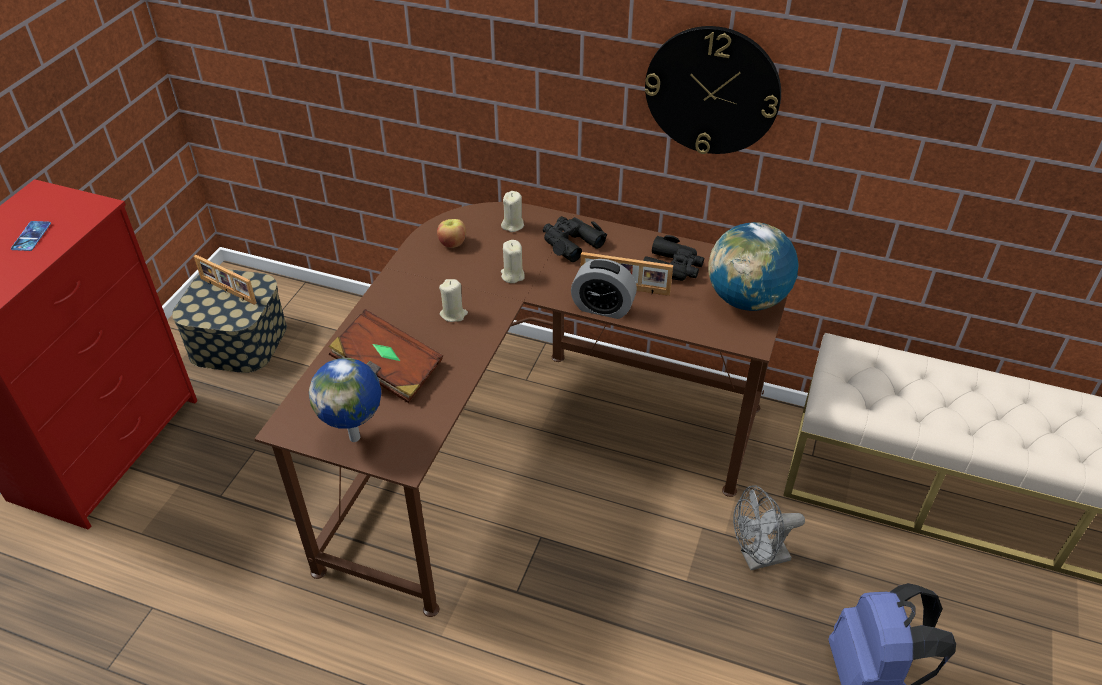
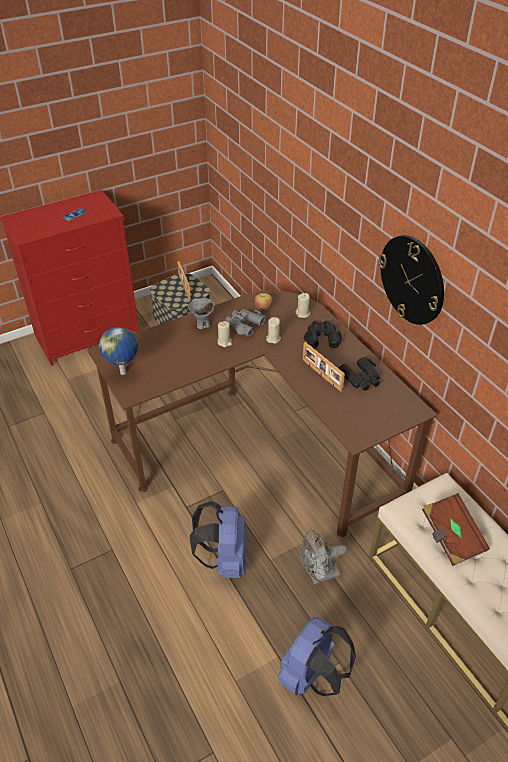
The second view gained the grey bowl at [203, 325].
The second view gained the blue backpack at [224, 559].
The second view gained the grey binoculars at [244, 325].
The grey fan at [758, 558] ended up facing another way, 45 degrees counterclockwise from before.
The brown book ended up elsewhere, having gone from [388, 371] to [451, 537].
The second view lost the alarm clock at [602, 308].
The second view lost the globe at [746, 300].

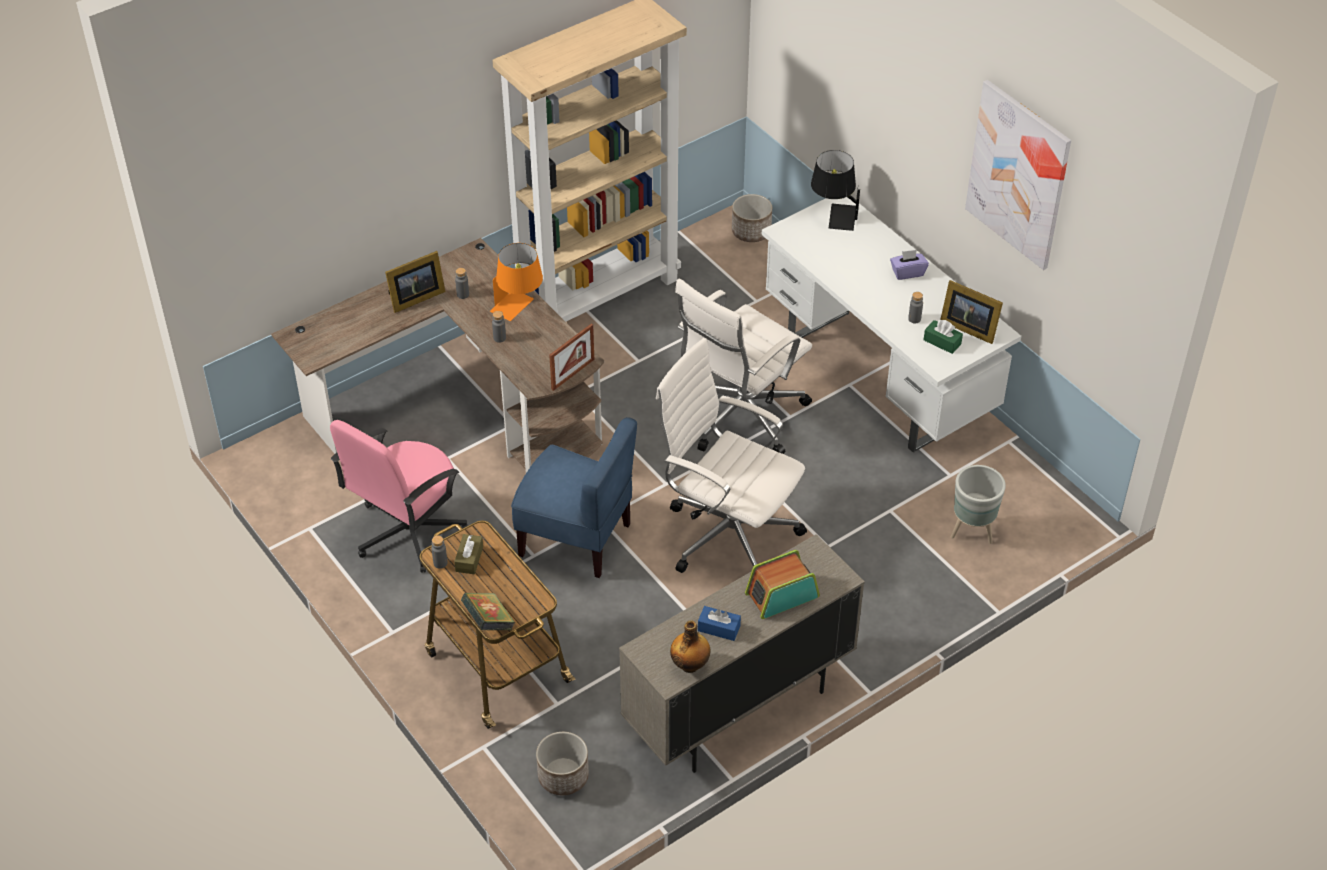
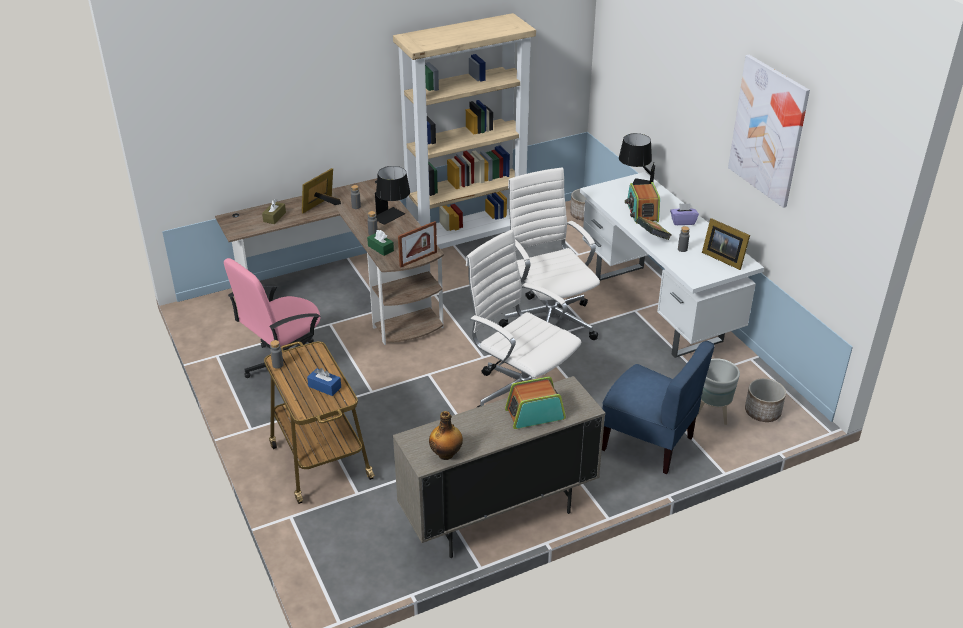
The brown tissue box ended up elsewhere, having gone from [469, 559] to [274, 217].
The picture frame at [414, 298] ended up facing another way, 150 degrees clockwise from before.
The blue tissue box ended up elsewhere, having gone from [719, 628] to [324, 387].
The green tissue box ended up elsewhere, having gone from [942, 342] to [380, 248].
What was the orange table lamp at [519, 308] turned into the black table lamp at [393, 218].
The white office chair at [739, 416] ended up facing another way, 105 degrees clockwise from before.
The blue chair ended up elsewhere, having gone from [576, 539] to [648, 443].
The second view gained the radio at [642, 212].
The book ended up elsewhere, having gone from [489, 622] to [652, 237].
The planter ended up elsewhere, having gone from [563, 776] to [762, 412].

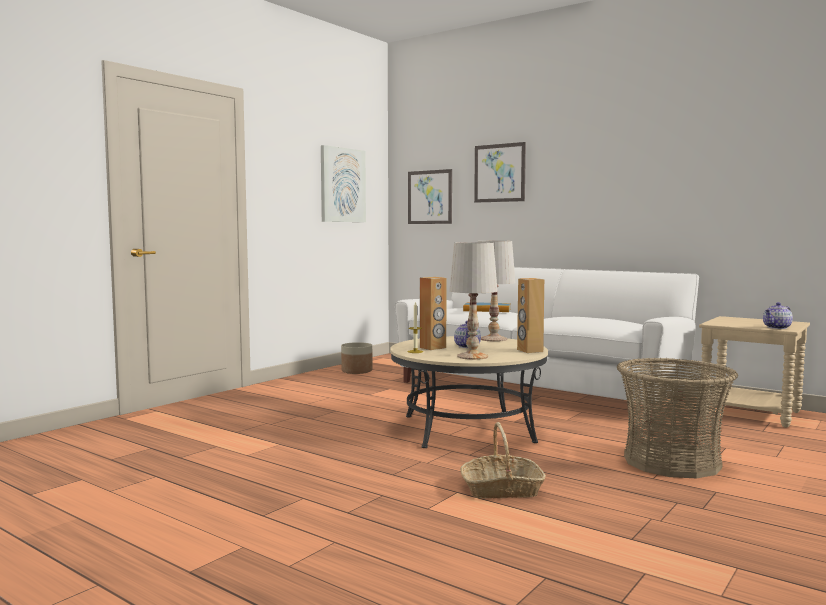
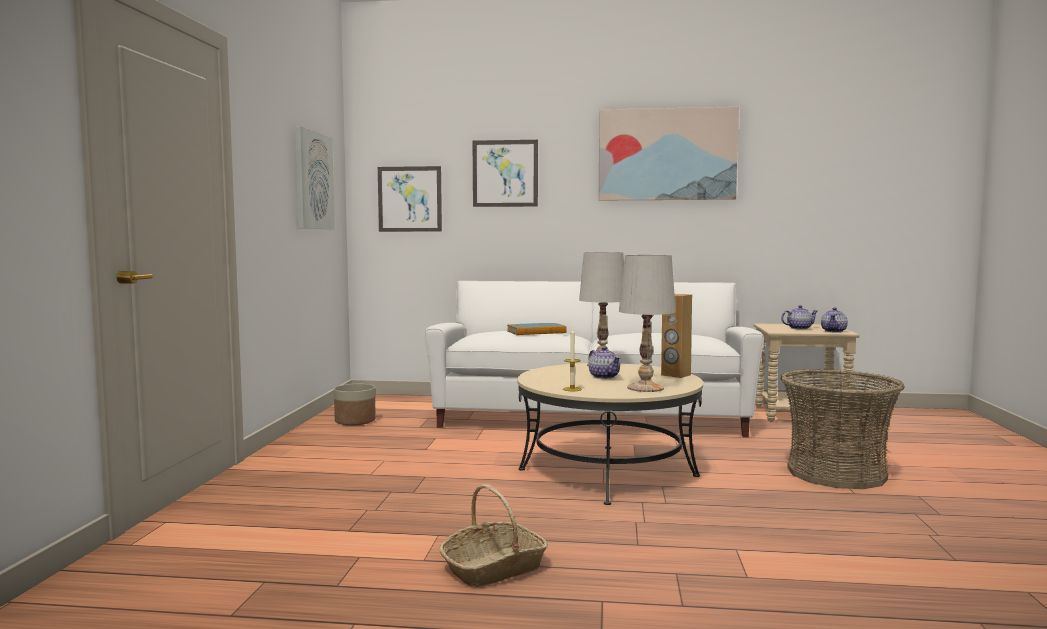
The basket ended up elsewhere, having gone from [501, 489] to [493, 568].
The second view gained the picture at [667, 154].
The second view gained the teapot at [798, 328].
The second view lost the brown speaker at [433, 348].

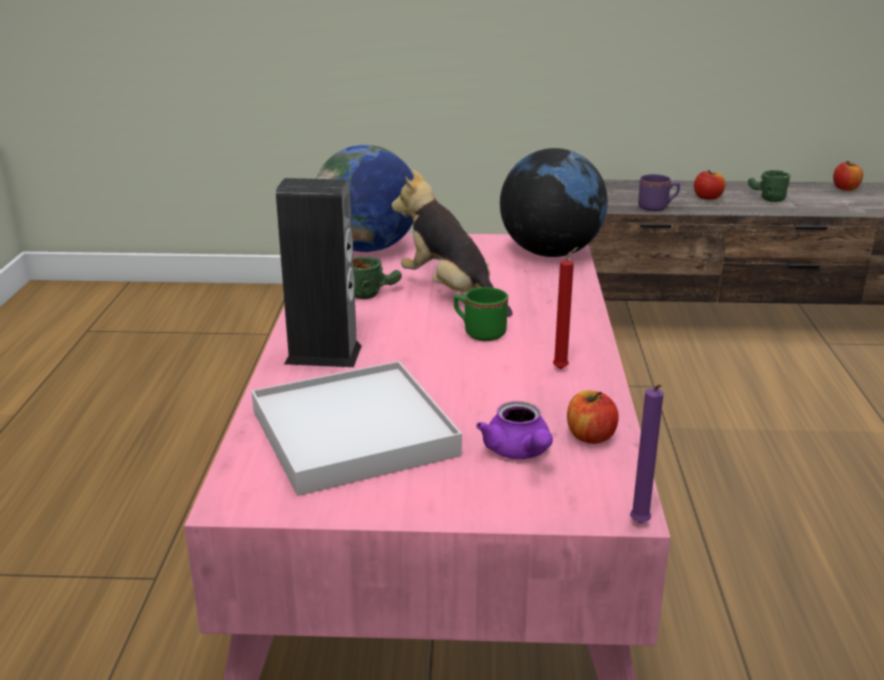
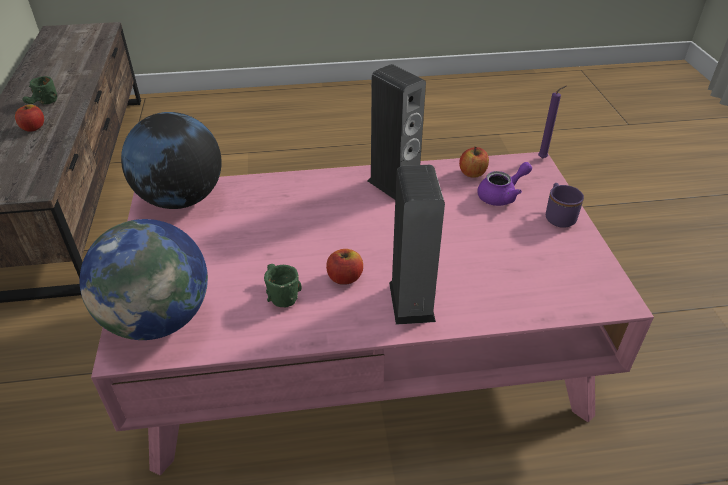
The apple ended up elsewhere, having gone from [845, 188] to [345, 277].
Where the red candle stood at [562, 368], the speaker came to stand at [394, 185].
The purple mug ended up elsewhere, having gone from [657, 207] to [558, 216].
The second view lost the white tray at [354, 433].
The second view lost the plush toy at [450, 292].
The second view lost the green mug at [479, 332].

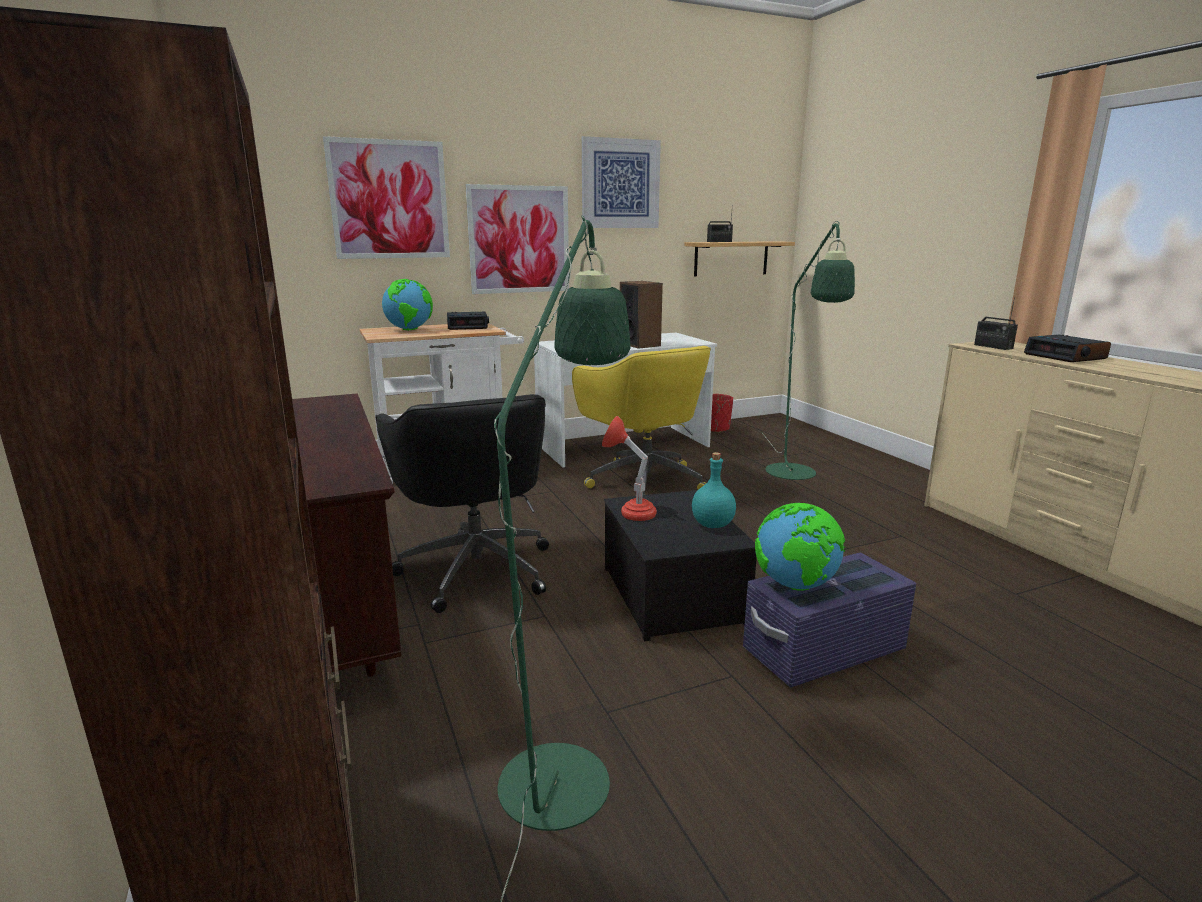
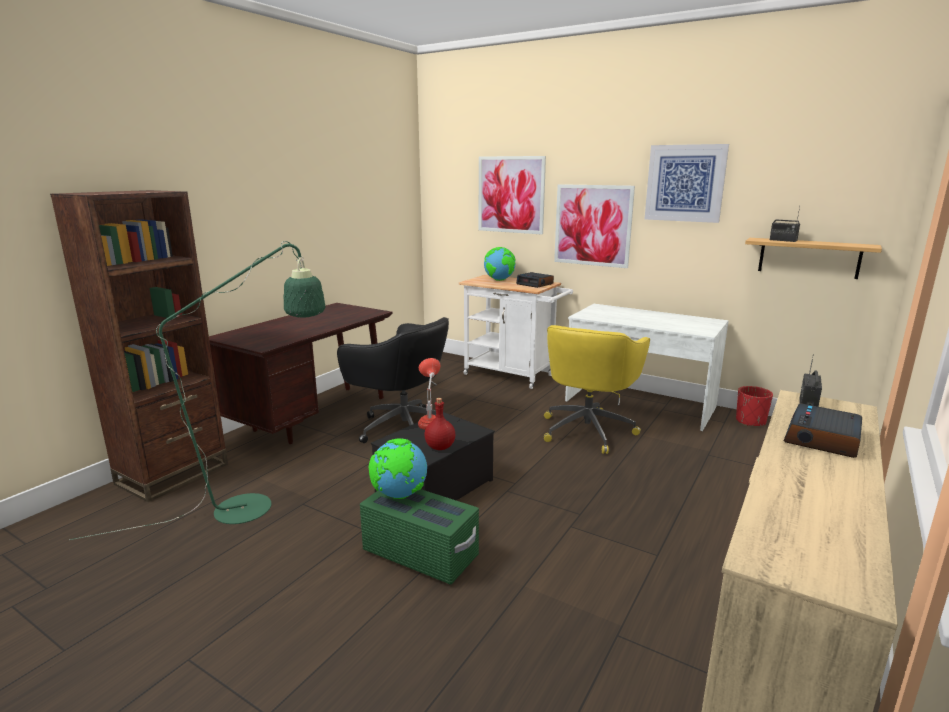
The black office chair at [476, 568] ended up facing another way, 90 degrees counterclockwise from before.
What was the purple storage box at [823, 650] turned into the green storage box at [420, 554].
What was the turquoise bottle at [711, 524] turned into the red bottle at [440, 447].
The second view lost the speaker at [640, 344].
The second view lost the green floor lamp at [794, 476].

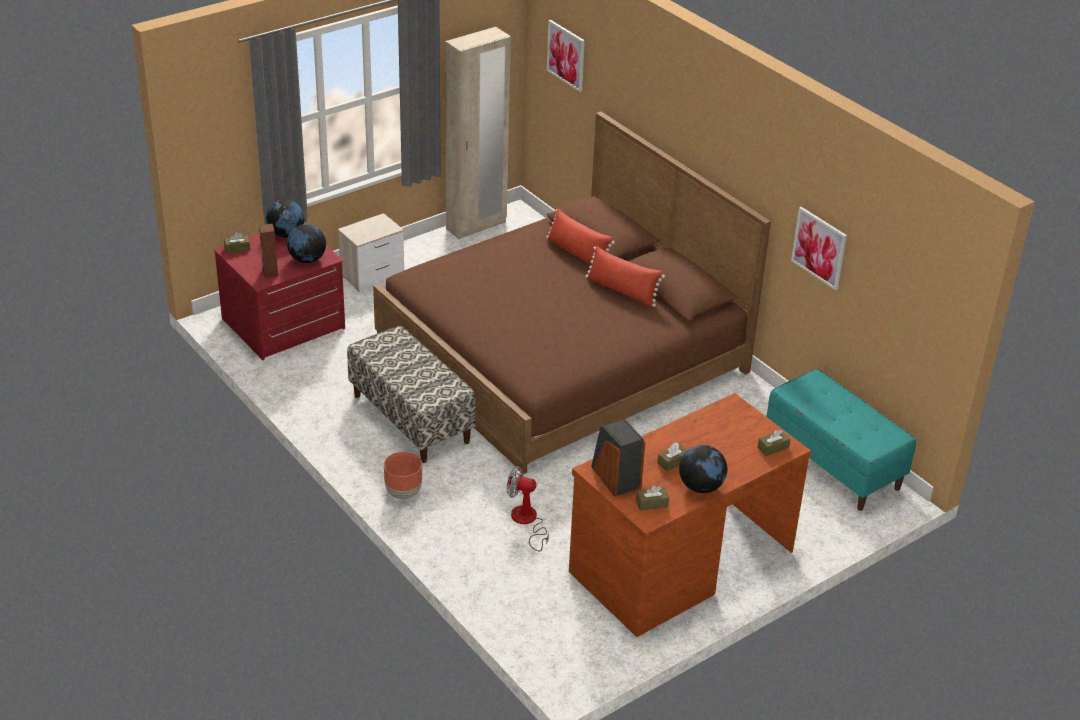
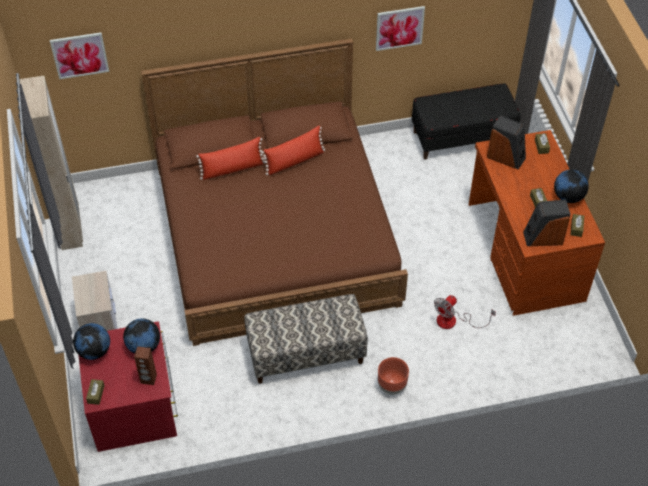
What was the turquoise bench at [833, 464] turned into the black bench at [462, 137].
The second view gained the speaker at [506, 157].

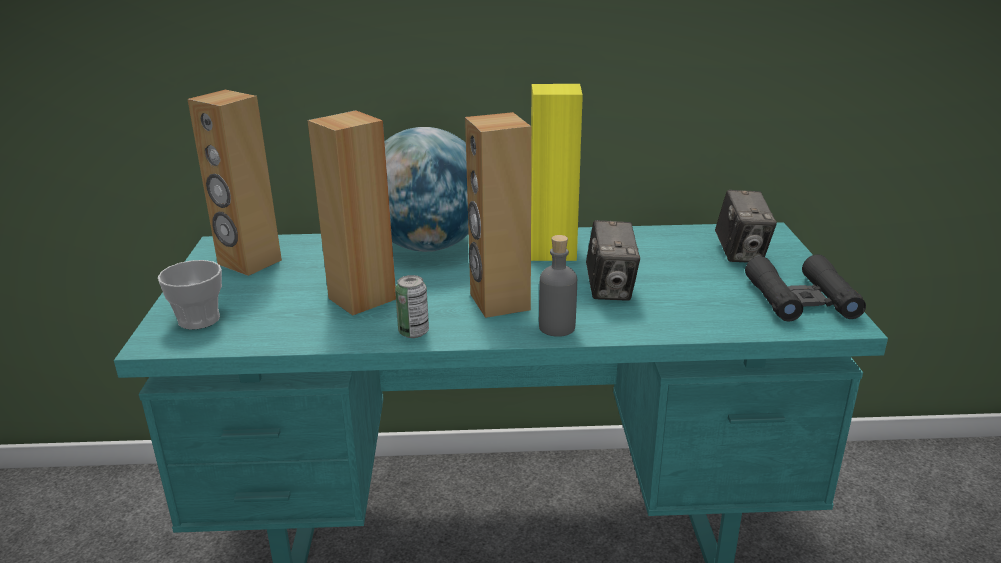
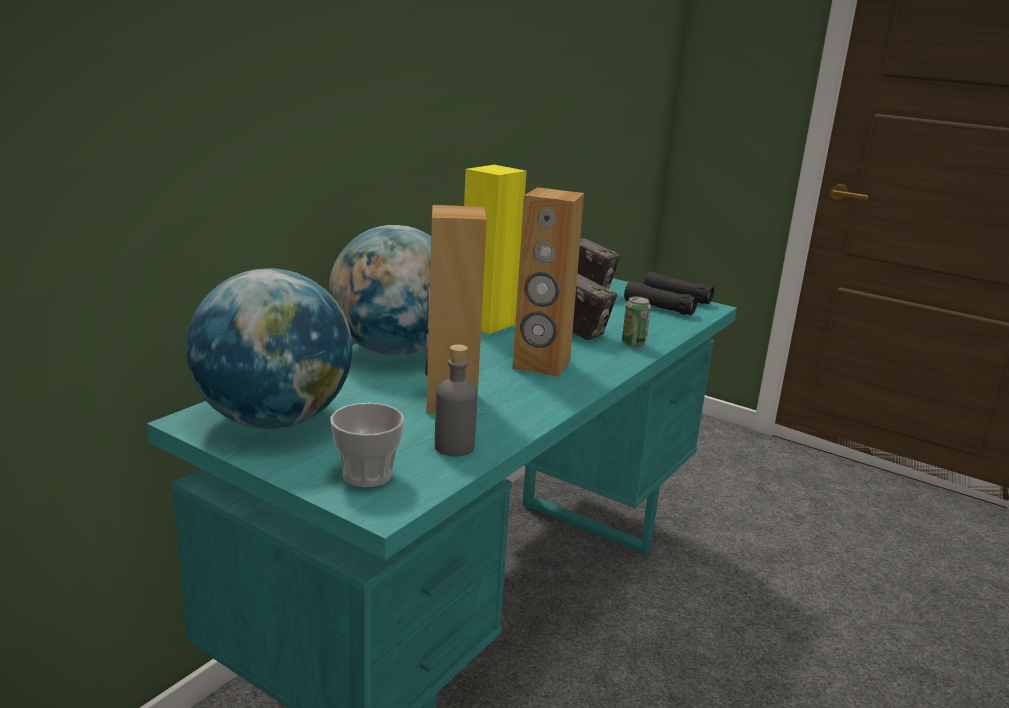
Where the brown speaker stood at [249, 262], the globe came to stand at [275, 420].
The grey bottle ended up elsewhere, having gone from [557, 327] to [454, 447].
The can ended up elsewhere, having gone from [413, 332] to [633, 344].

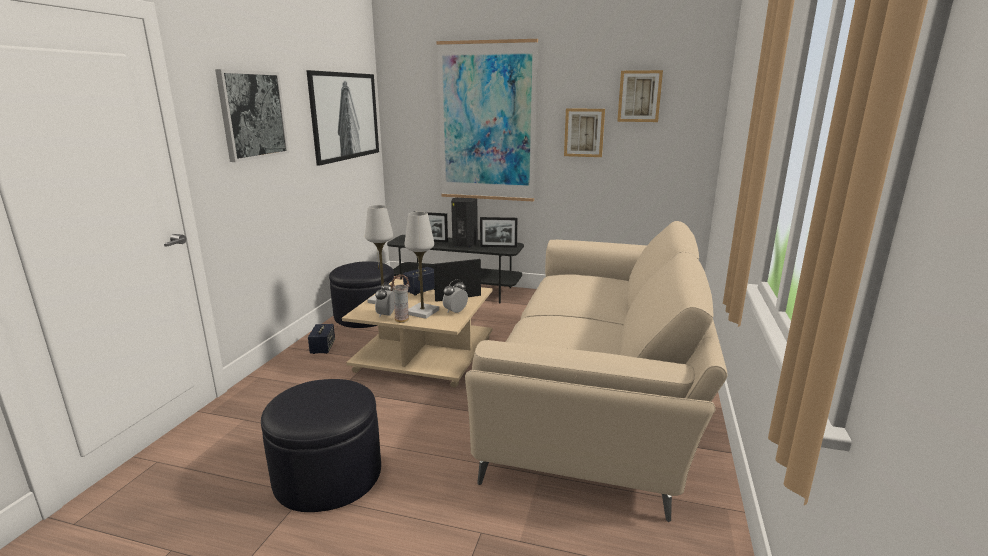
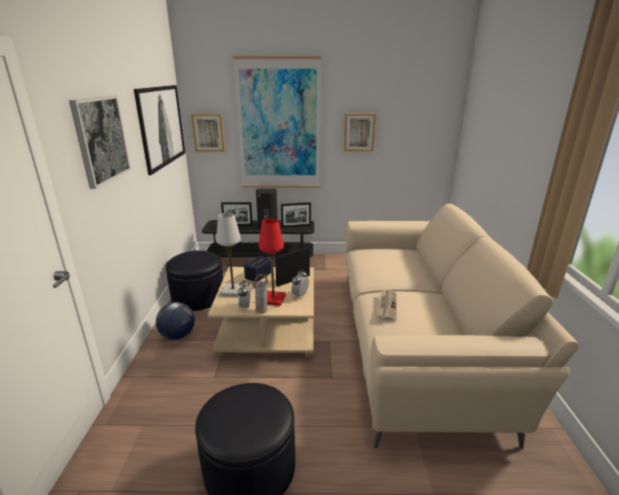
Where the speaker stood at [323, 348], the globe came to stand at [177, 335].
The picture ended up elsewhere, having gone from [639, 96] to [208, 132].
What was the white table lamp at [422, 312] turned into the red table lamp at [273, 299].
The second view gained the newspaper at [387, 305].

